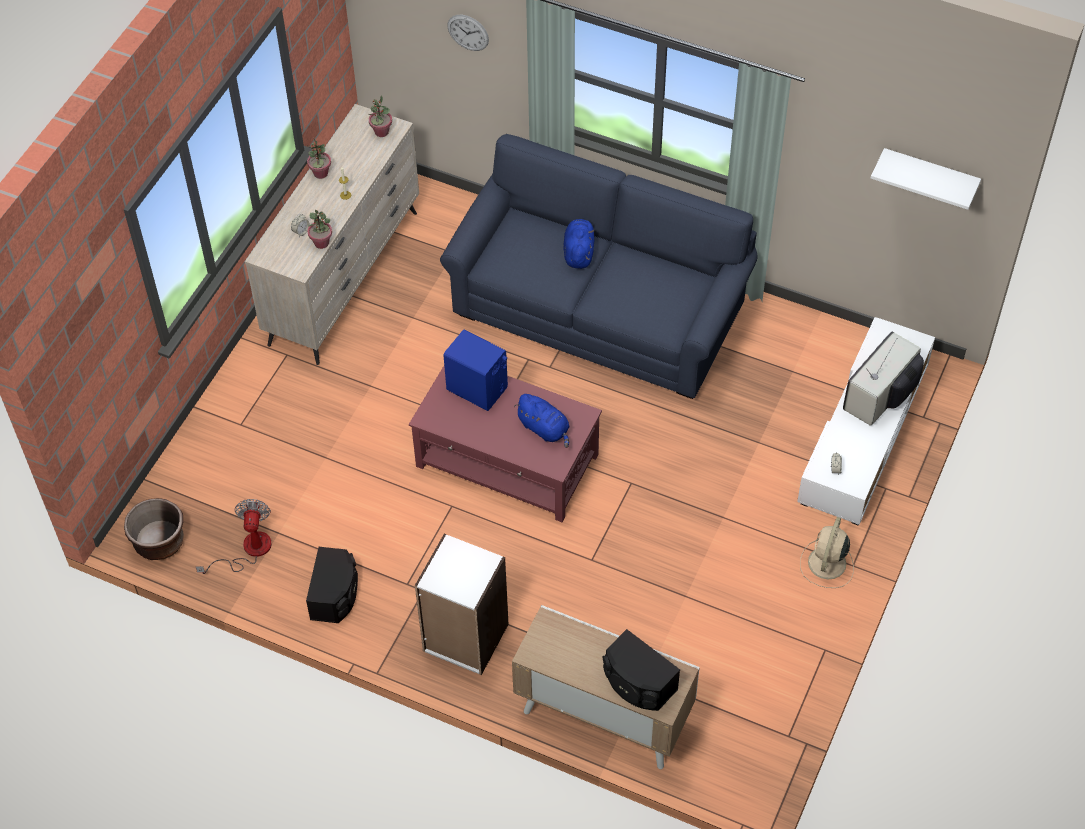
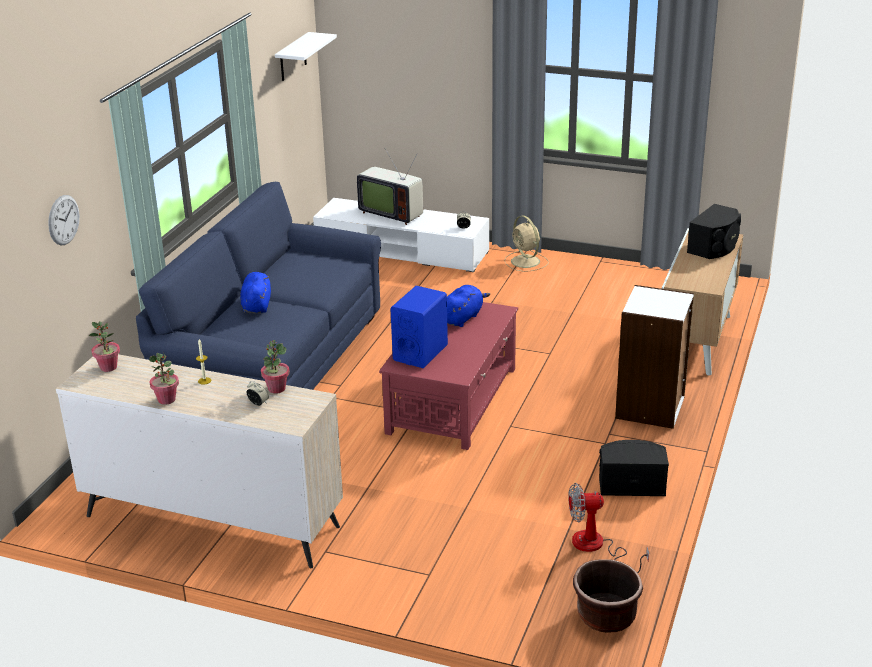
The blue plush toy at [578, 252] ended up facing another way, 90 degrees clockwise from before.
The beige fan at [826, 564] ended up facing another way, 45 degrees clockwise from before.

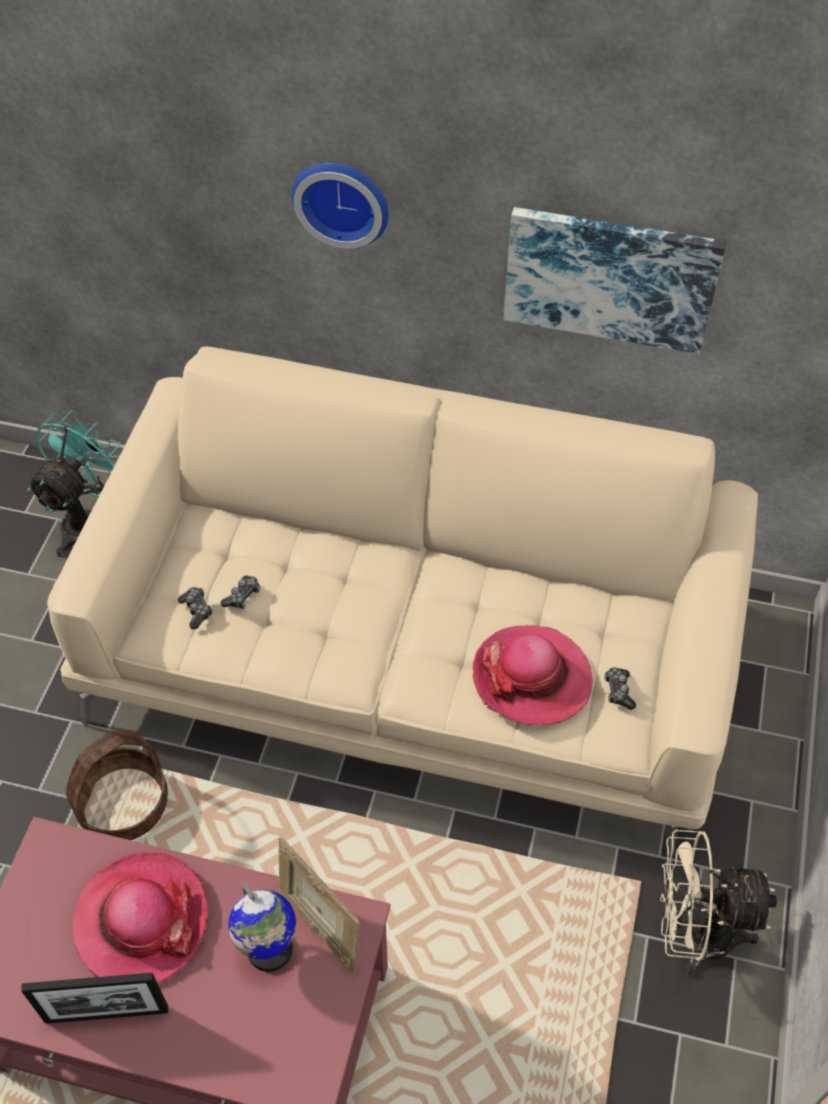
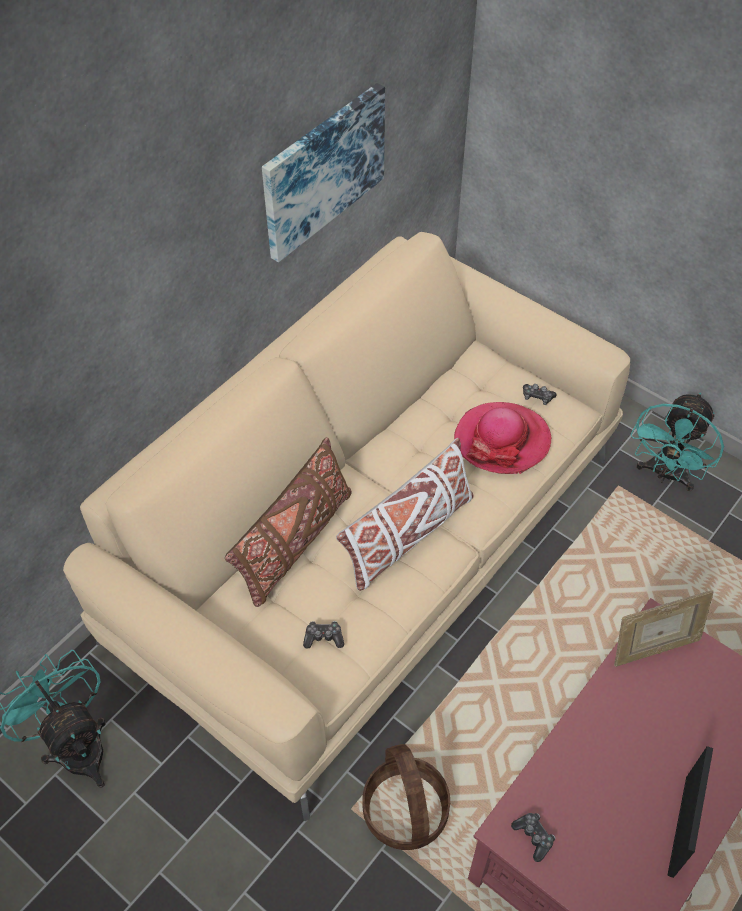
The second view gained the brown pillow at [295, 543].
The second view gained the white pillow at [408, 536].
The game controller ended up elsewhere, having gone from [242, 596] to [534, 837].
What was the beige fan at [693, 934] turned into the turquoise fan at [665, 475].
The second view lost the hat at [141, 920].
The second view lost the globe at [269, 950].
The second view lost the wall clock at [342, 200].

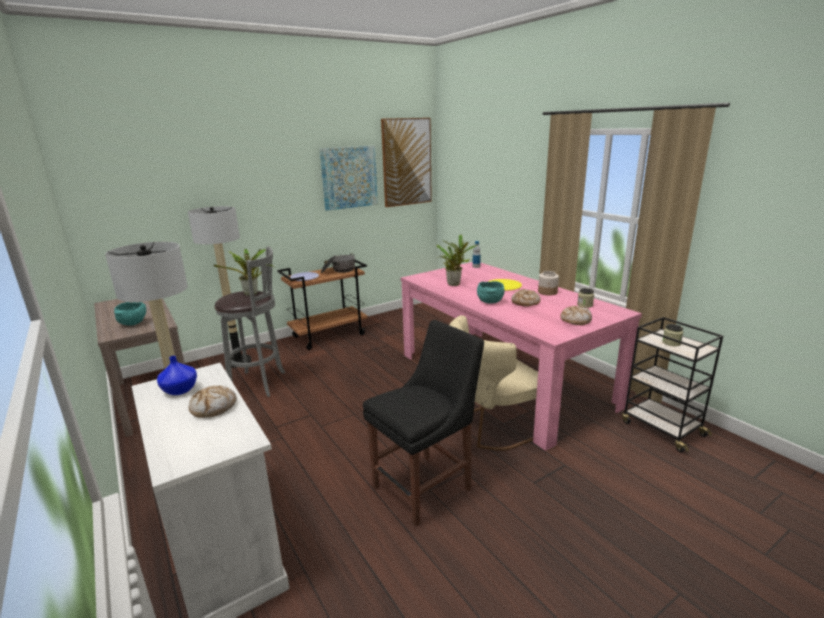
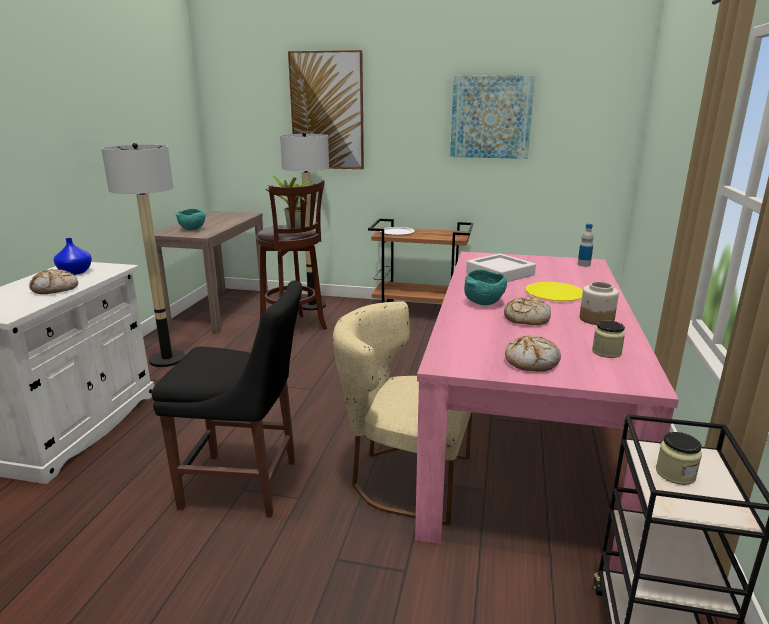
What was the grey stool at [260, 384] turned into the brown stool at [294, 329].
The picture ended up elsewhere, having gone from [406, 162] to [327, 111].
Where the potted plant stood at [454, 284], the white tray came to stand at [500, 273].
The second view lost the cooking pot at [338, 270].

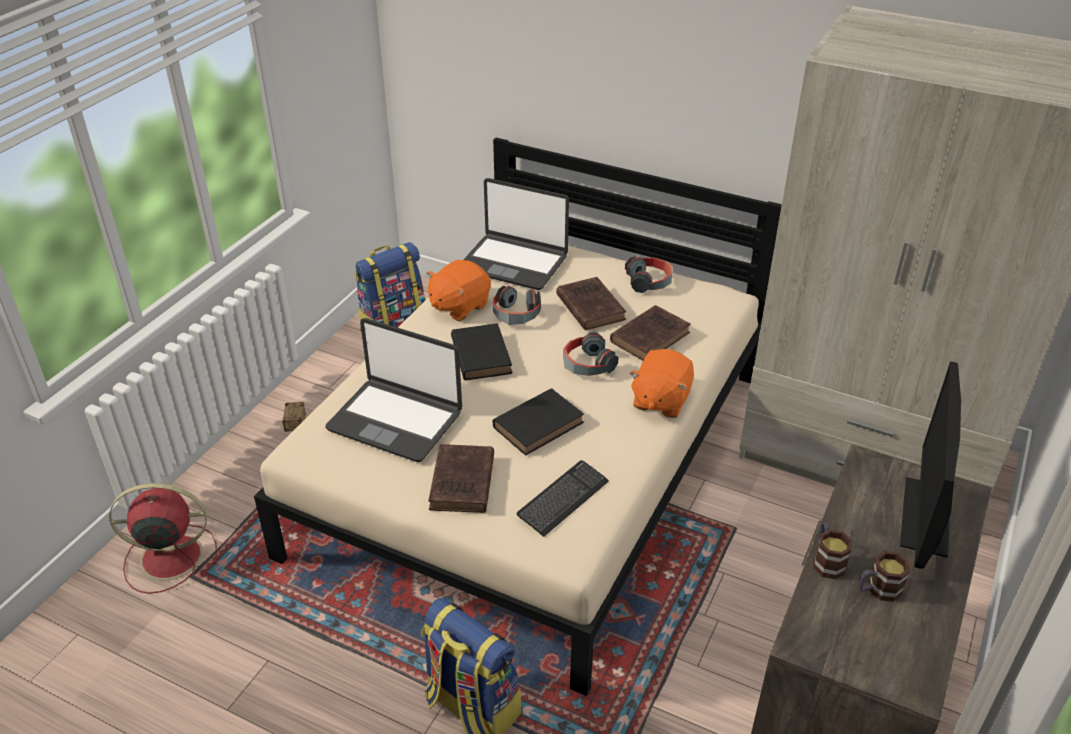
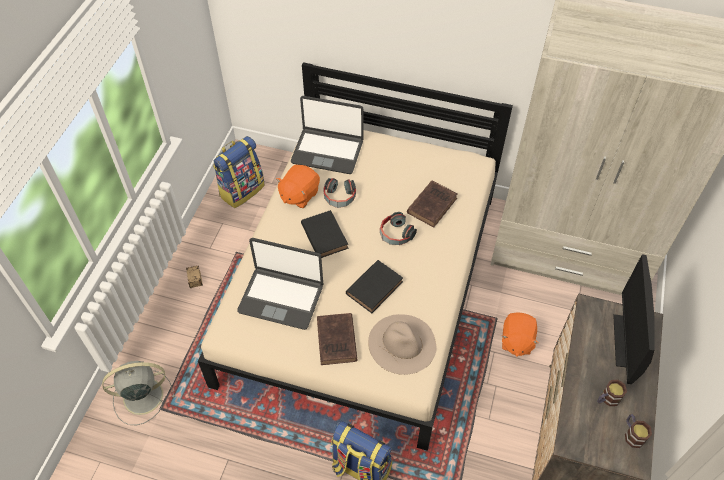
What was the red fan at [168, 557] turned into the grey fan at [141, 396].
Where the keyboard stood at [563, 499], the beige hat came to stand at [402, 343].
The orange plush toy ended up elsewhere, having gone from [660, 400] to [516, 341].
The mug ended up elsewhere, having gone from [826, 560] to [632, 434].
The second view lost the brown book at [589, 306].
The second view lost the headphones at [649, 282].

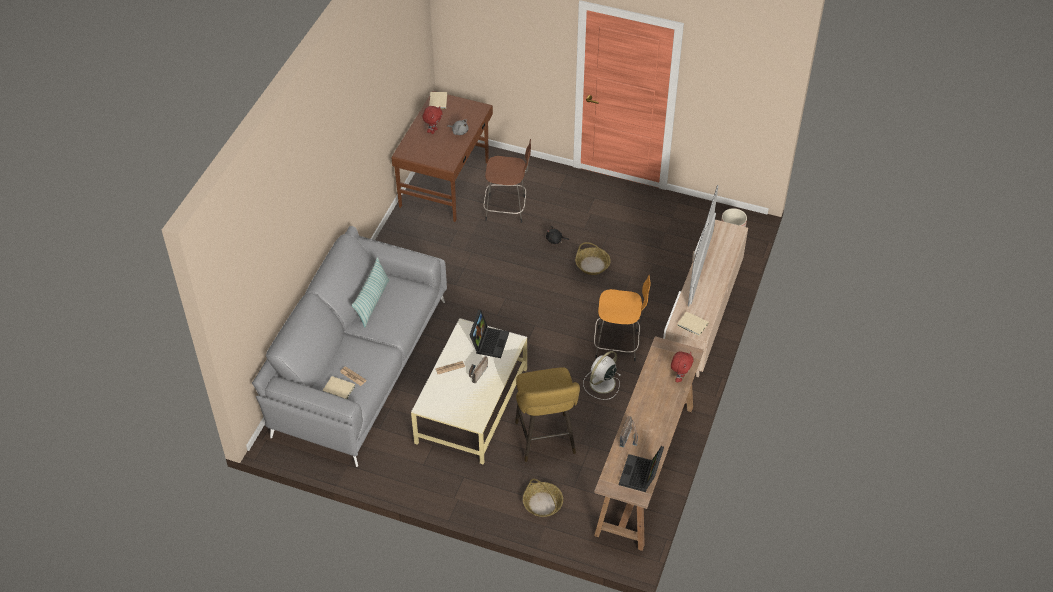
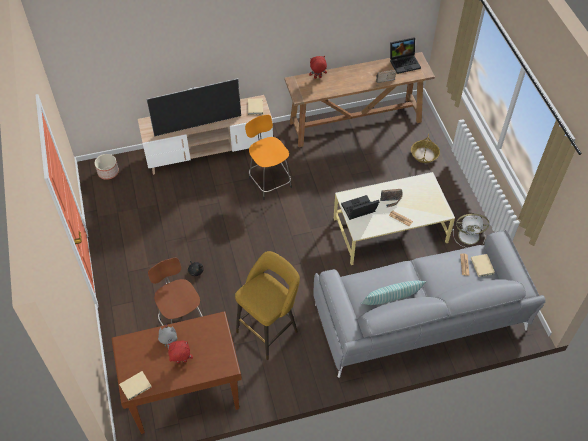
The yellow stool ended up elsewhere, having gone from [546, 441] to [269, 329].
The white fan ended up elsewhere, having gone from [601, 384] to [470, 236].
The second view lost the basket at [592, 265].

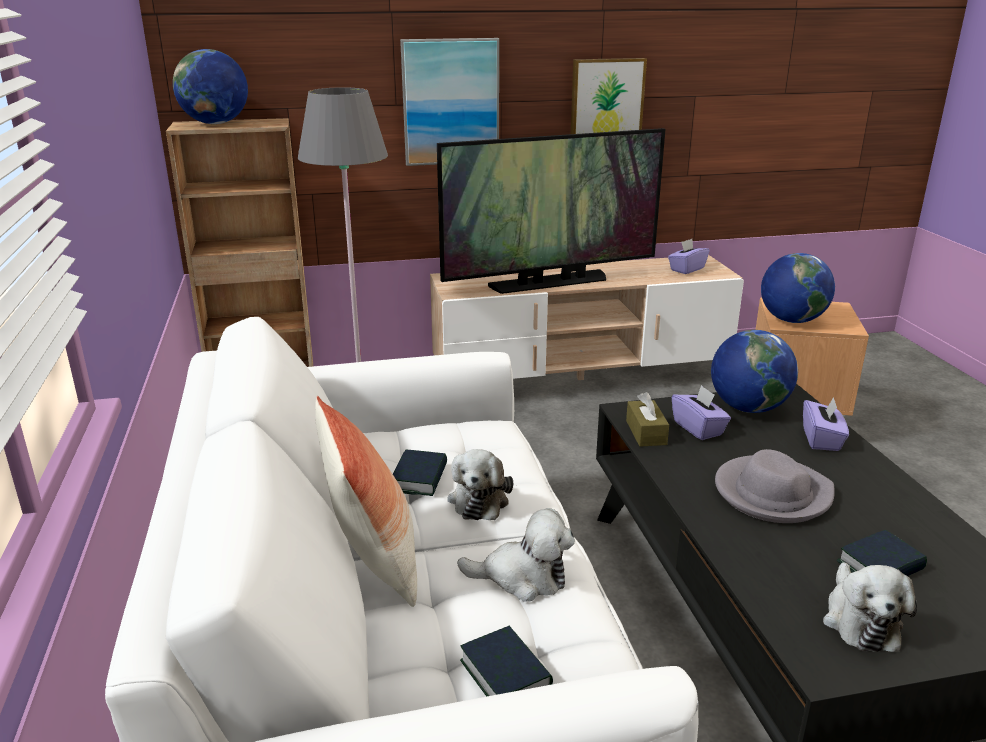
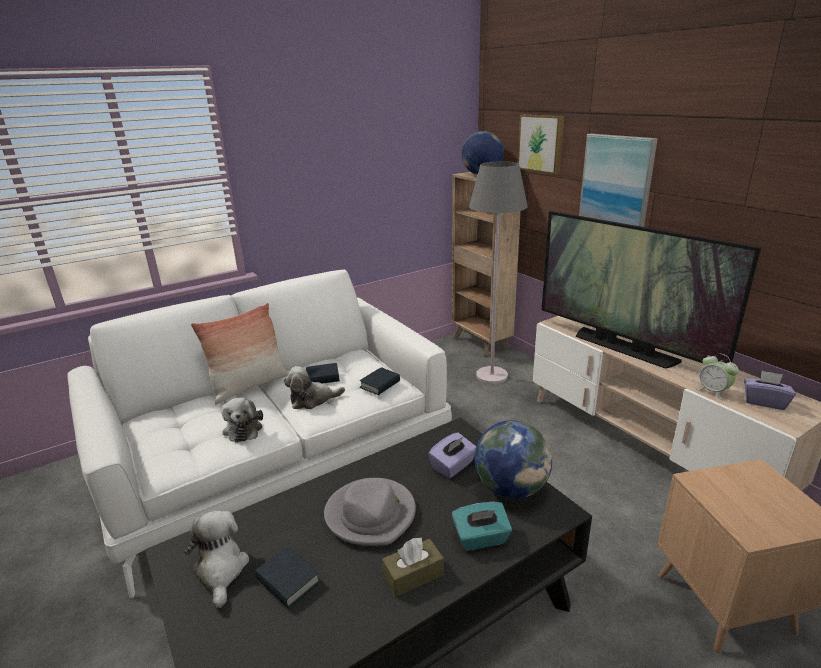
The plush toy at [860, 620] ended up facing another way, 90 degrees clockwise from before.
The book ended up elsewhere, having gone from [505, 675] to [380, 385].
The brown tissue box ended up elsewhere, having gone from [646, 432] to [413, 575].
What was the purple tissue box at [821, 439] turned into the turquoise tissue box at [481, 539].
The picture ended up elsewhere, having gone from [606, 97] to [541, 143].
The second view gained the alarm clock at [713, 391].
The second view lost the globe at [791, 320].

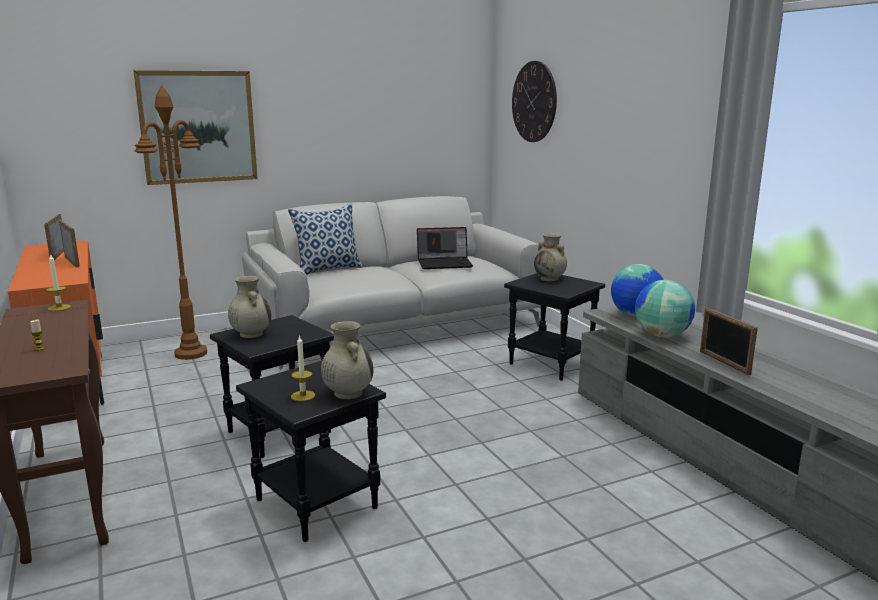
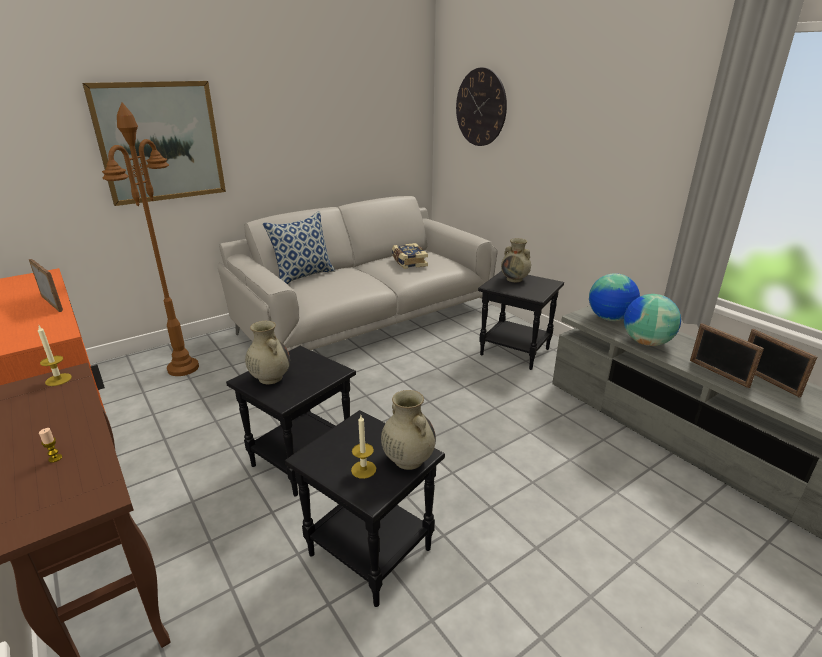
Where the laptop stood at [445, 263], the book came to stand at [408, 262].
The picture frame ended up elsewhere, having gone from [58, 254] to [768, 381].

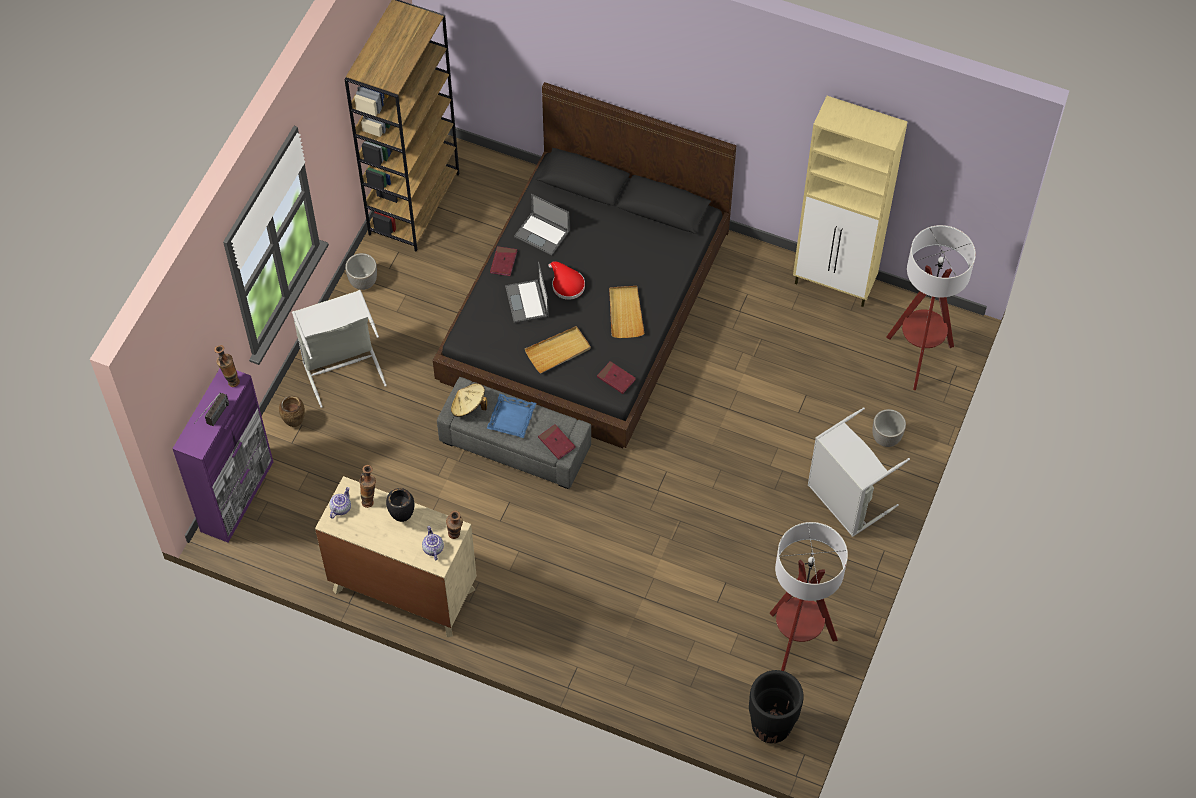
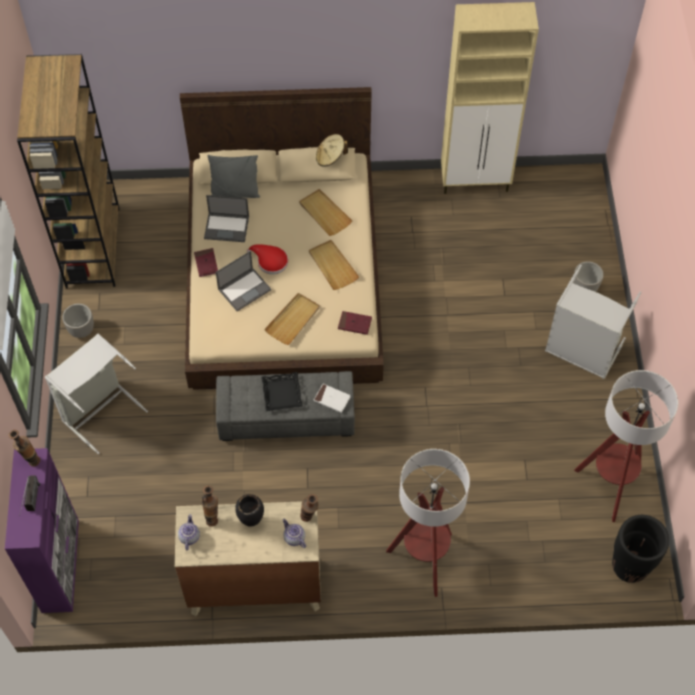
What was the black bed at [585, 305] turned into the beige bed at [284, 276].
The second view gained the grey pillow at [235, 193].
The laptop at [527, 302] ended up facing another way, 90 degrees counterclockwise from before.
What was the blue tray at [511, 418] turned into the black tray at [281, 394].
The second view gained the beige tray at [324, 214].
What was the red book at [556, 443] turned into the white book at [332, 399].
The beige hat ended up elsewhere, having gone from [468, 407] to [330, 157].
The floor lamp ended up elsewhere, having gone from [918, 357] to [424, 560].
The second view lost the brown vase at [294, 423].

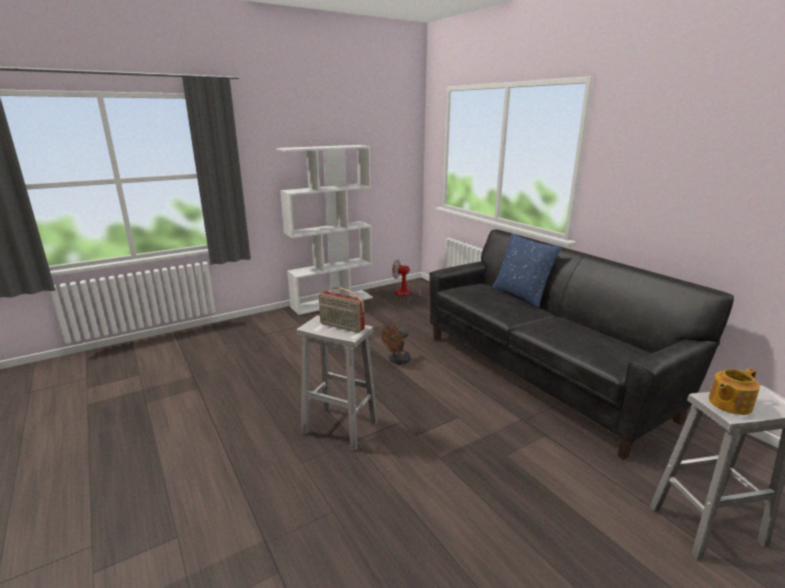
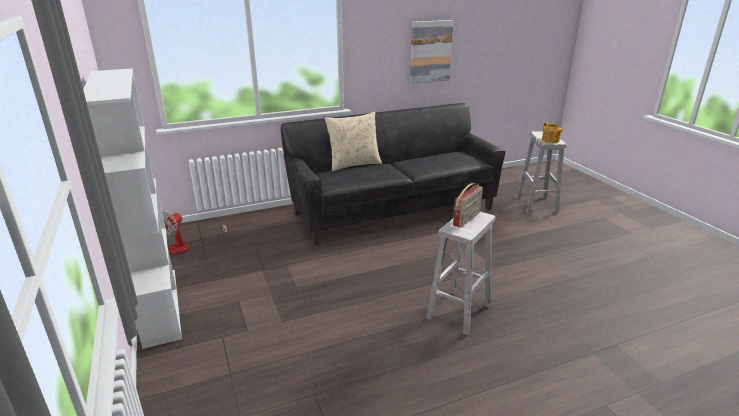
What was the blue pillow at [521, 295] turned into the beige pillow at [354, 164].
The second view gained the picture at [430, 52].
The second view lost the brown fan at [397, 361].

